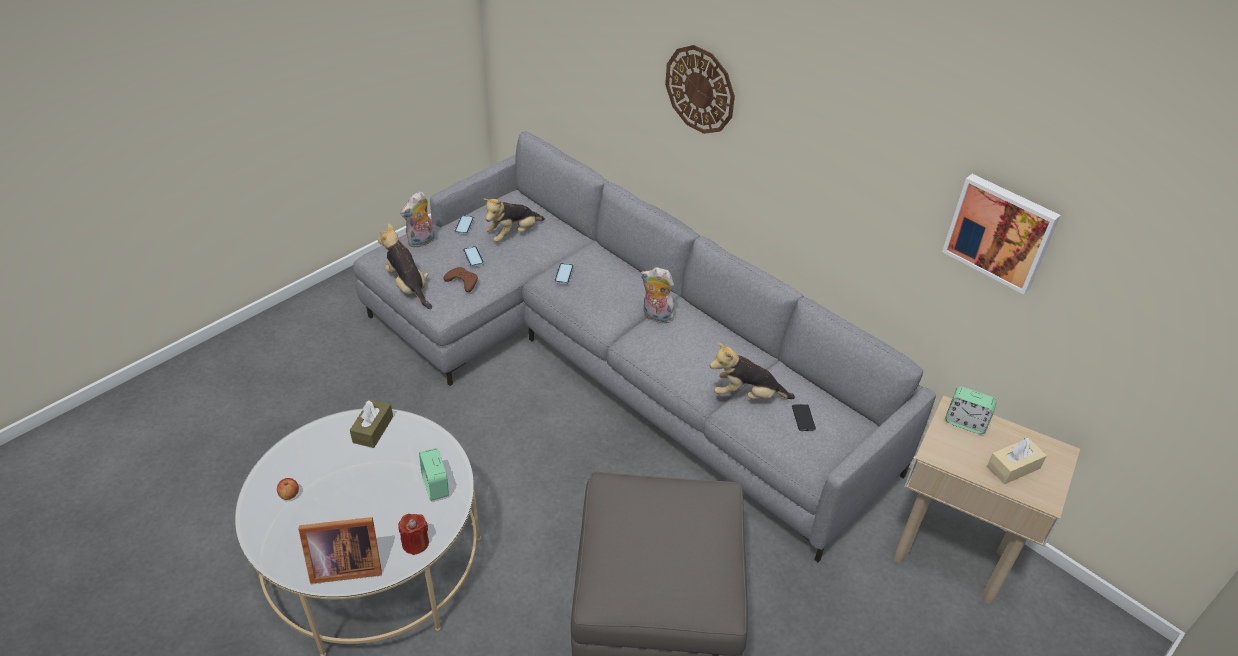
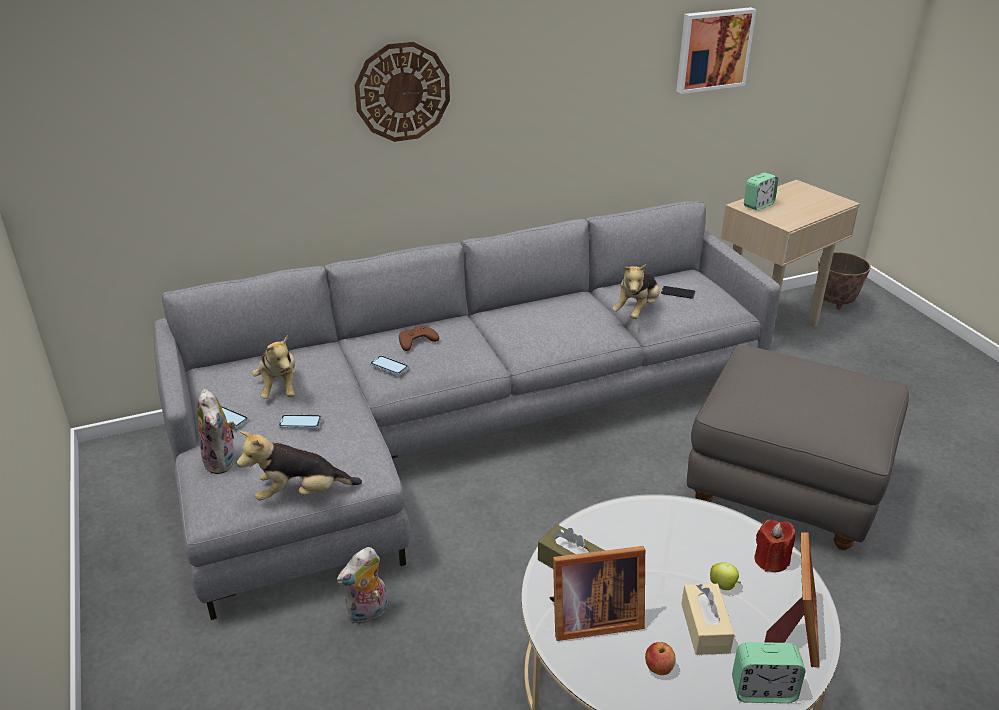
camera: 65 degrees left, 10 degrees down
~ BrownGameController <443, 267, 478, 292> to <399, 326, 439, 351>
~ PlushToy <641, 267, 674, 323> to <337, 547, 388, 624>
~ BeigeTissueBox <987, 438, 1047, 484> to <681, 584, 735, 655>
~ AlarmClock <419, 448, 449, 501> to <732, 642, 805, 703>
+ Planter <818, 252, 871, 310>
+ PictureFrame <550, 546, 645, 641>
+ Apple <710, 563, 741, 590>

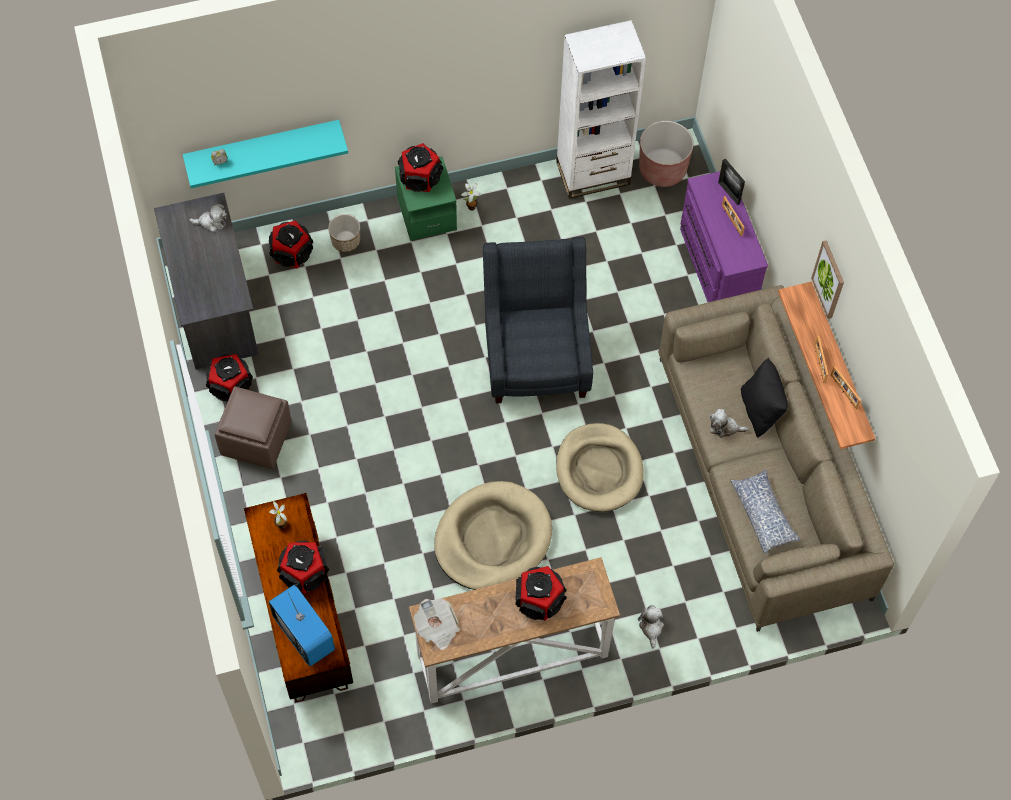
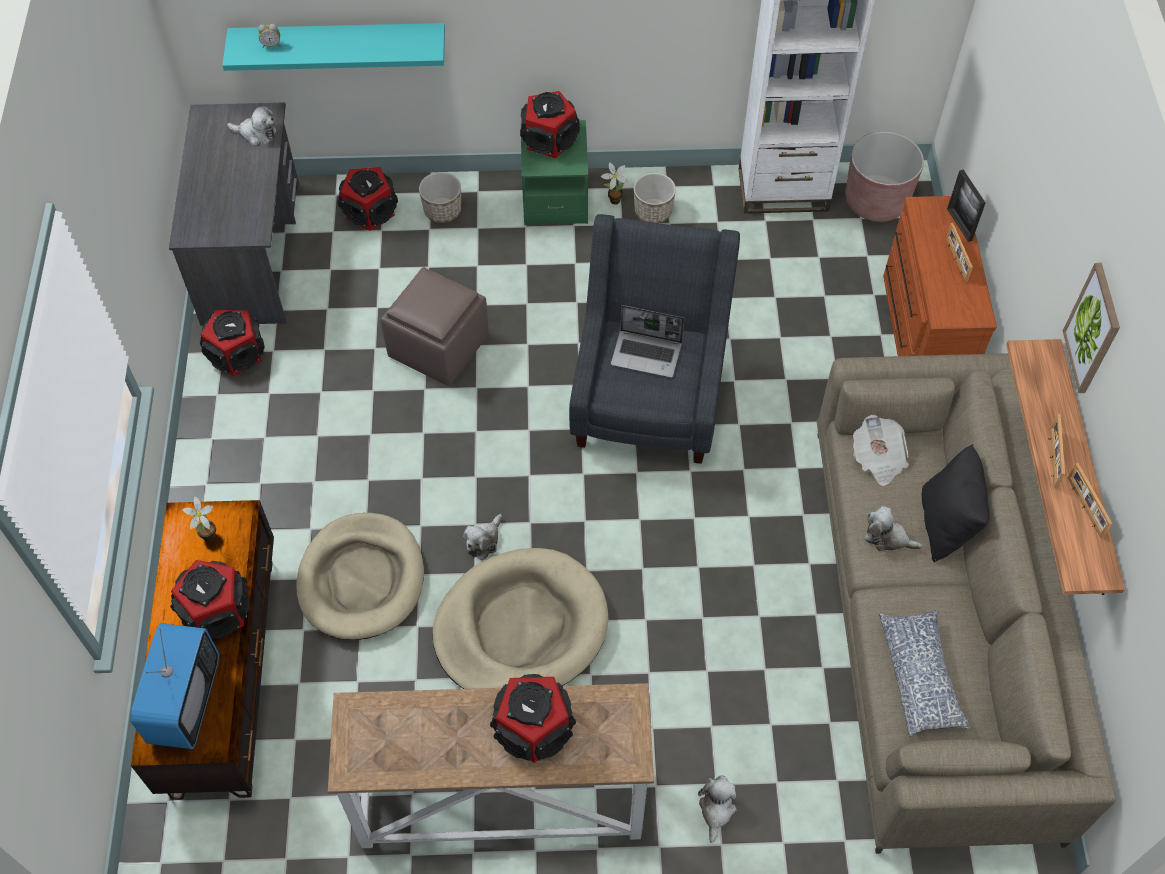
camera: 15 degrees right, 5 degrees down
~ PurpleDresser <680, 171, 768, 302> to BrownDresser <883, 196, 997, 356>
~ BrownOttoman <215, 386, 291, 469> to <380, 267, 489, 386>
~ BeigeDogBed <556, 423, 644, 512> to <296, 513, 424, 640>
~ Television <269, 585, 335, 667> = <131, 623, 219, 749> 150 degrees counterclockwise
~ Newspaper <414, 598, 460, 650> to <853, 415, 909, 486>
+ Planter <634, 173, 676, 223>
+ Laptop <611, 305, 684, 378>
+ PlushToy <463, 514, 502, 560>

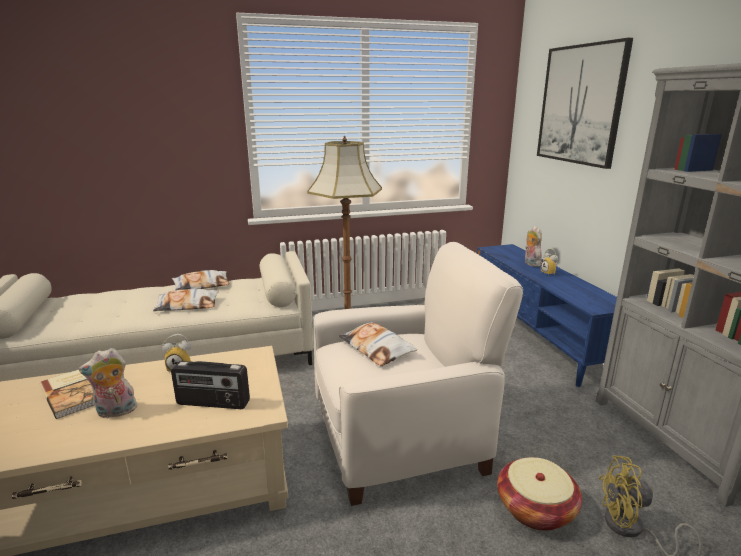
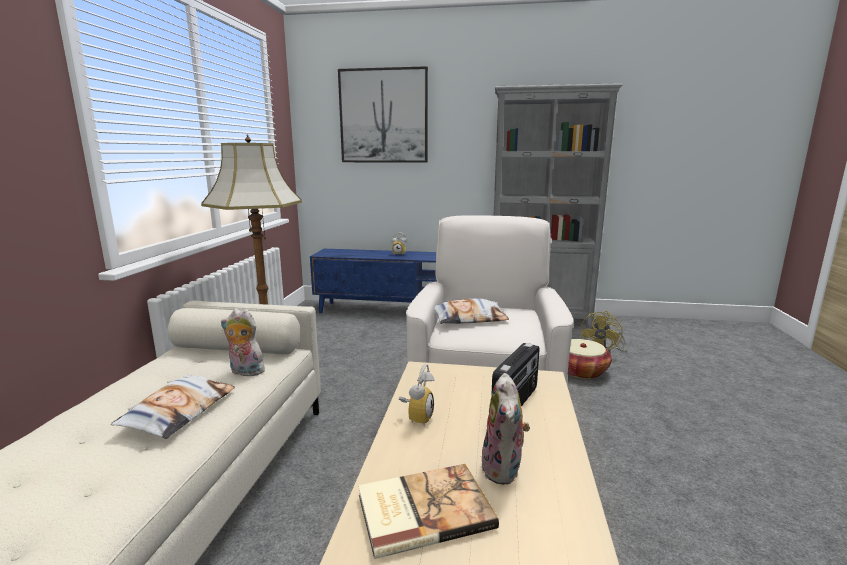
camera: 65 degrees left, 5 degrees down
~ PlushToy <525, 226, 542, 267> to <221, 309, 266, 376>
- Pillow <172, 270, 230, 290>

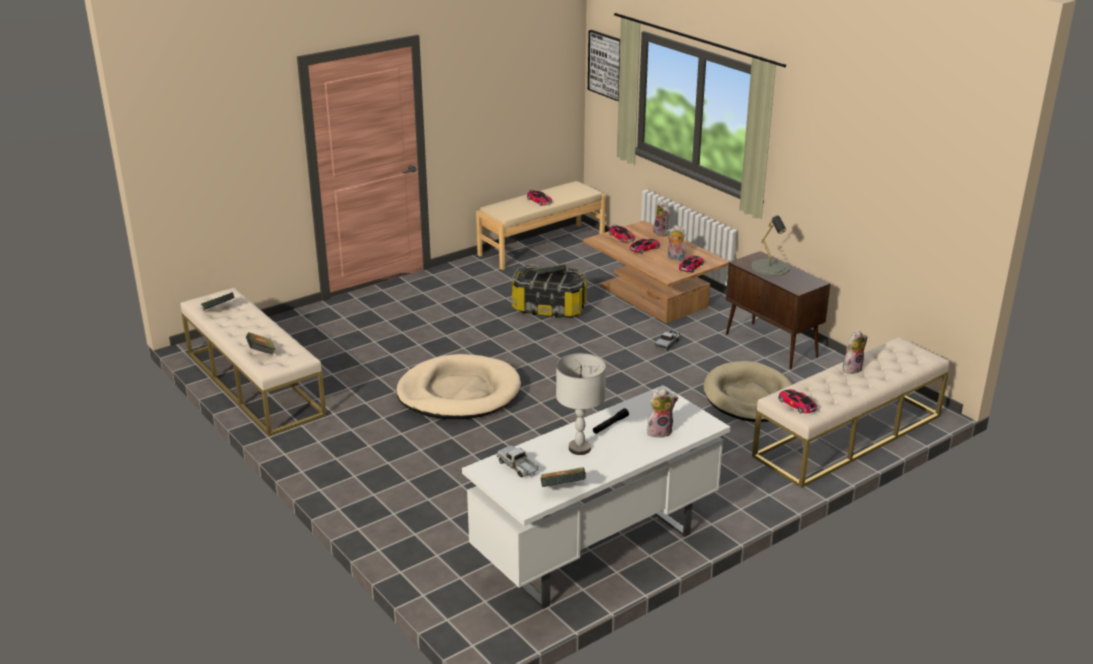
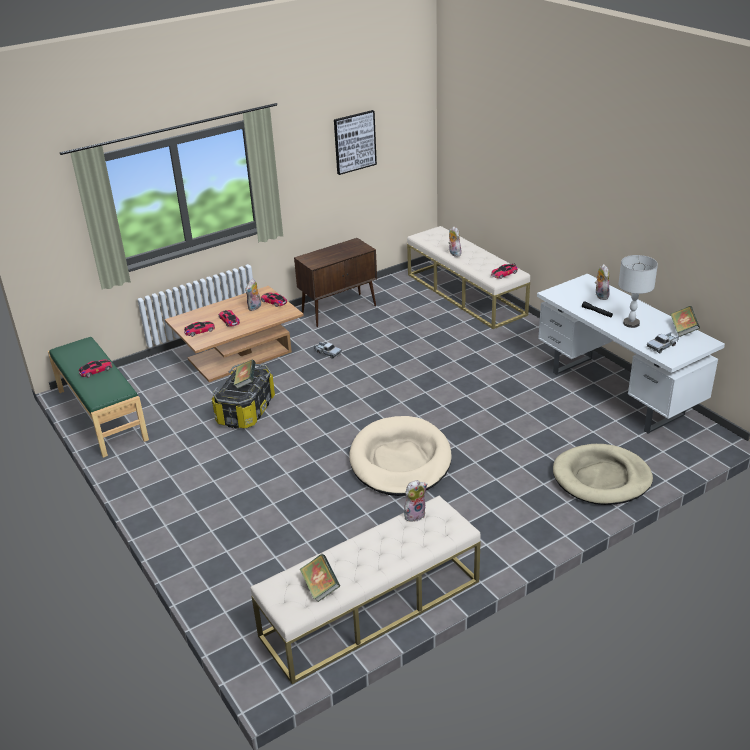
camera: 85 degrees left, 5 degrees up
~ Picture <588, 30, 620, 101> to <334, 110, 377, 175>
~ BeigeBench <476, 181, 606, 270> to GreenBench <48, 337, 149, 458>
~ PlushToy <653, 201, 670, 237> to <404, 480, 428, 522>
- GreyTableLamp <751, 215, 790, 276>
- Book <246, 332, 275, 355>
~ BeigeDogBed <703, 361, 792, 422> to <553, 444, 653, 505>

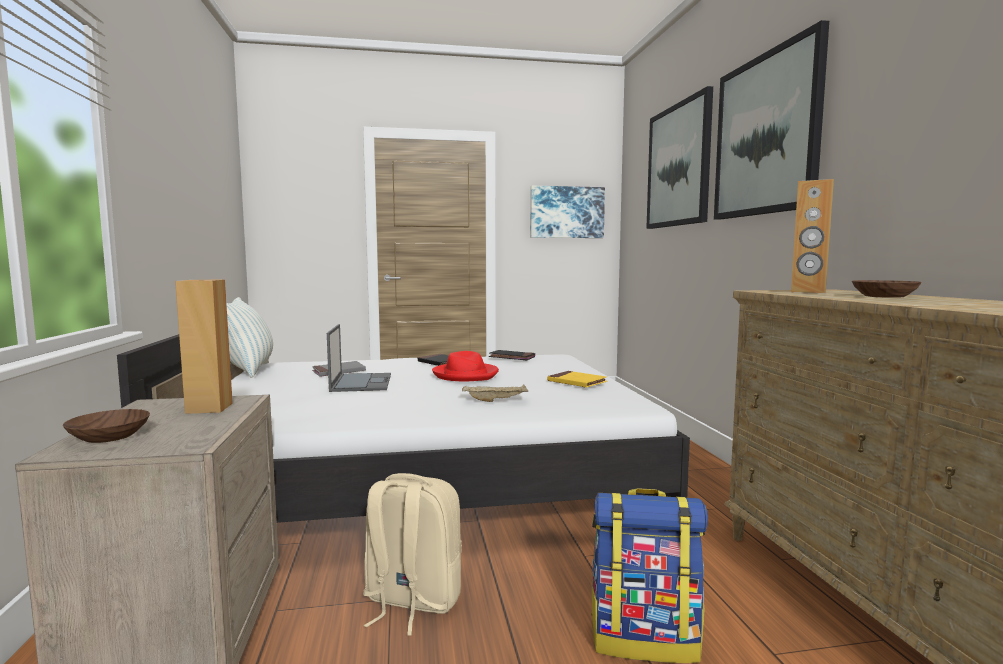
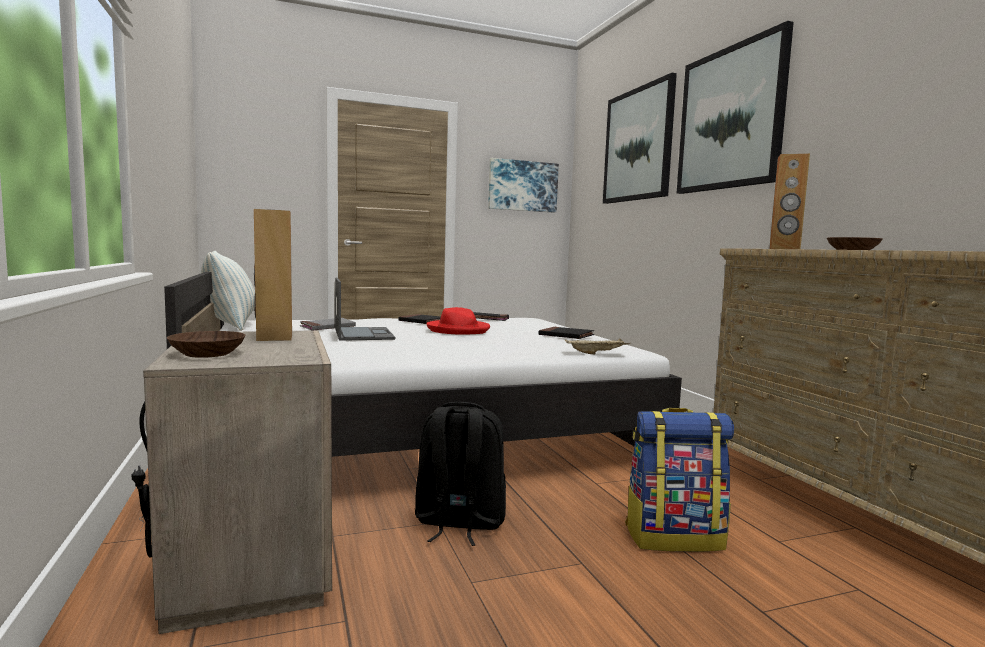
camera: 10 degrees left, 0 degrees up
~ YellowBook <547, 371, 607, 388> to BlackBook <539, 327, 594, 339>
~ BeigeTray <462, 384, 528, 402> to <565, 338, 631, 354>
~ BeigeBackpack <363, 473, 462, 636> to BlackBackpack <415, 402, 506, 546>

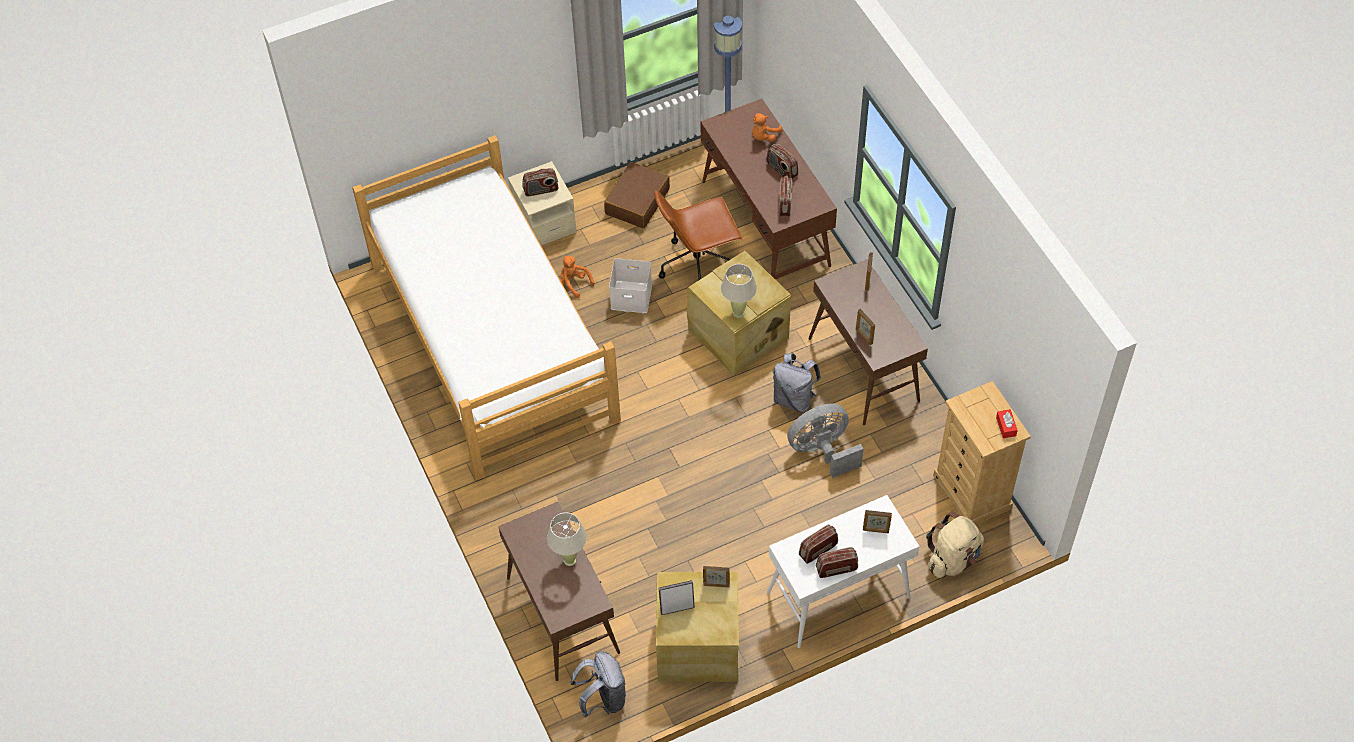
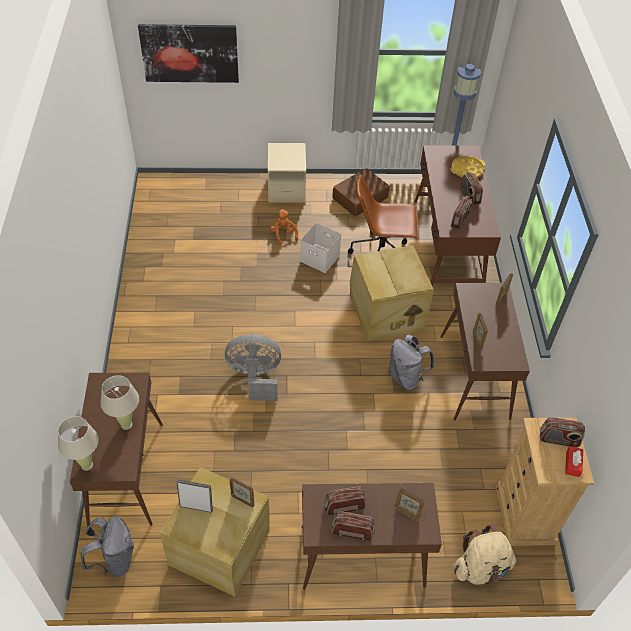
camera: 20 degrees right, 5 degrees down
~ OrangePlushToy <752, 113, 783, 142> to YellowTray <450, 156, 485, 178>
- Bed <352, 135, 621, 480>
~ Radio <522, 168, 558, 196> to <540, 417, 585, 447>
~ BeigeTableLamp <721, 264, 757, 318> to <58, 416, 98, 471>
~ GreyFan <787, 403, 864, 478> to <225, 334, 281, 401>
~ WhiteConsoleTable <767, 495, 920, 648> to BrownConsoleTable <302, 483, 442, 590>
+ Picture <138, 24, 239, 83>

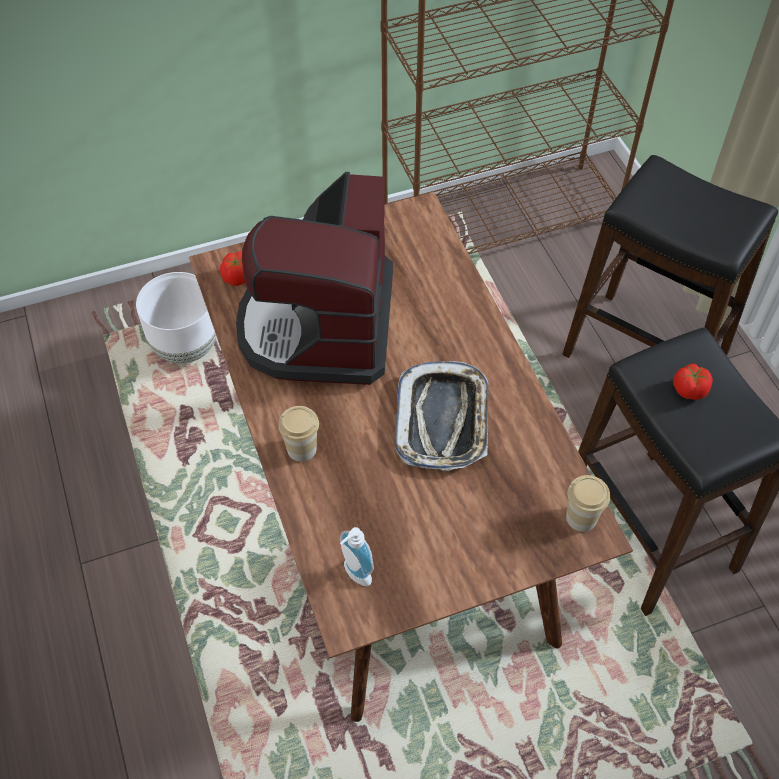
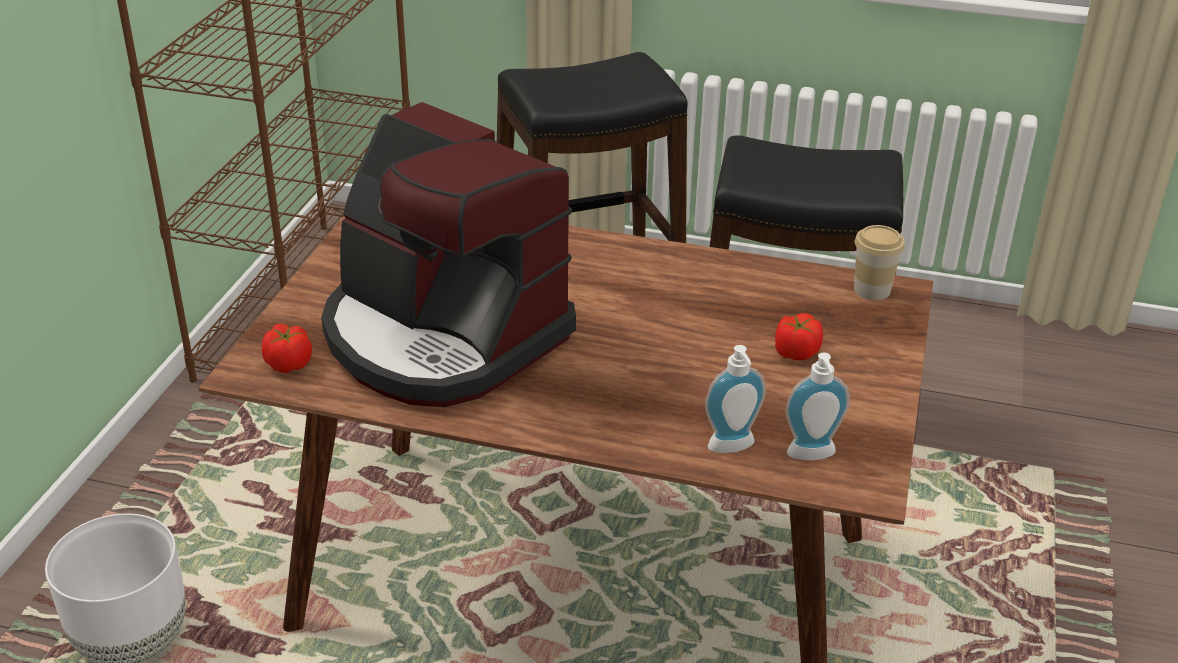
camera: 55 degrees left, 20 degrees down
- Tray <395, 361, 489, 471>
~ Tomato <673, 364, 713, 400> to <775, 313, 823, 360>
- Cup <278, 406, 319, 462>
+ SoapDispenser <705, 345, 766, 453>

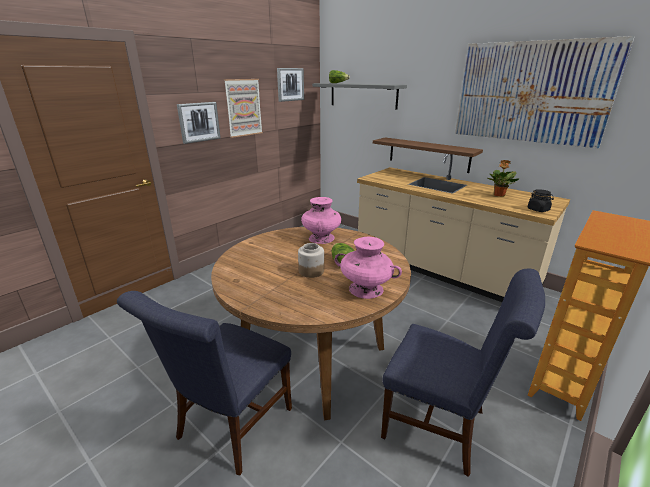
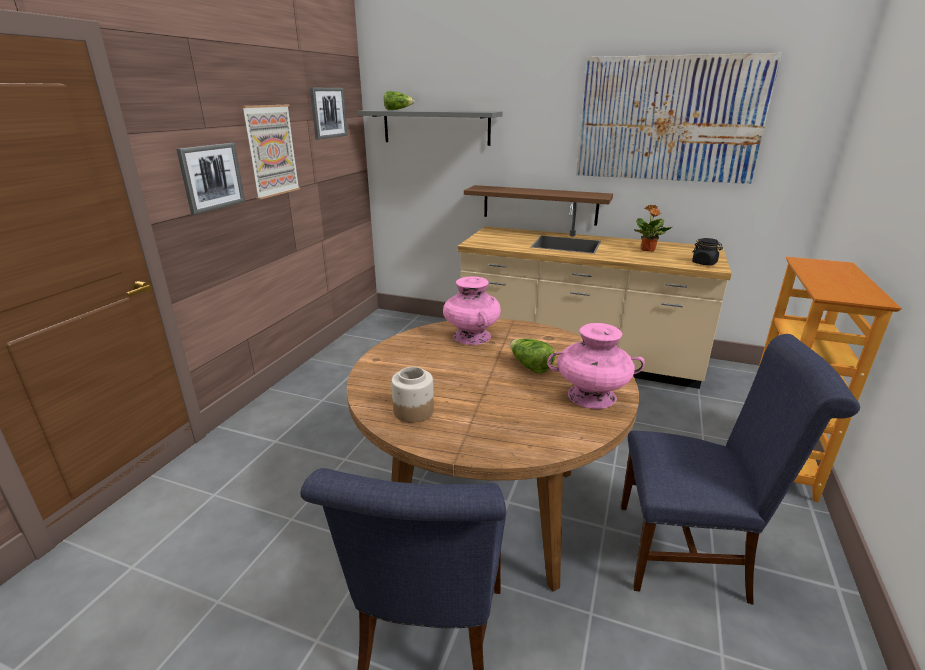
camera: 20 degrees left, 0 degrees up
~ Jar <298, 243, 324, 278> to <391, 367, 434, 423>

